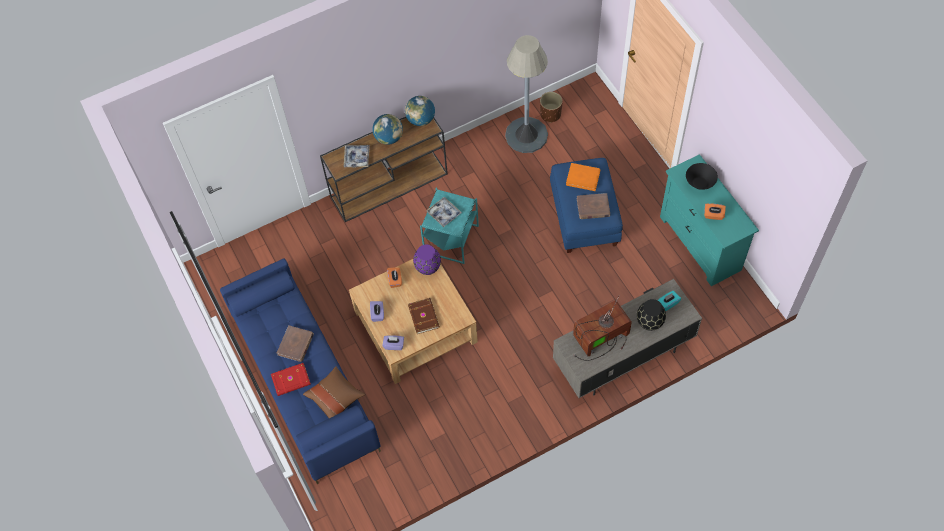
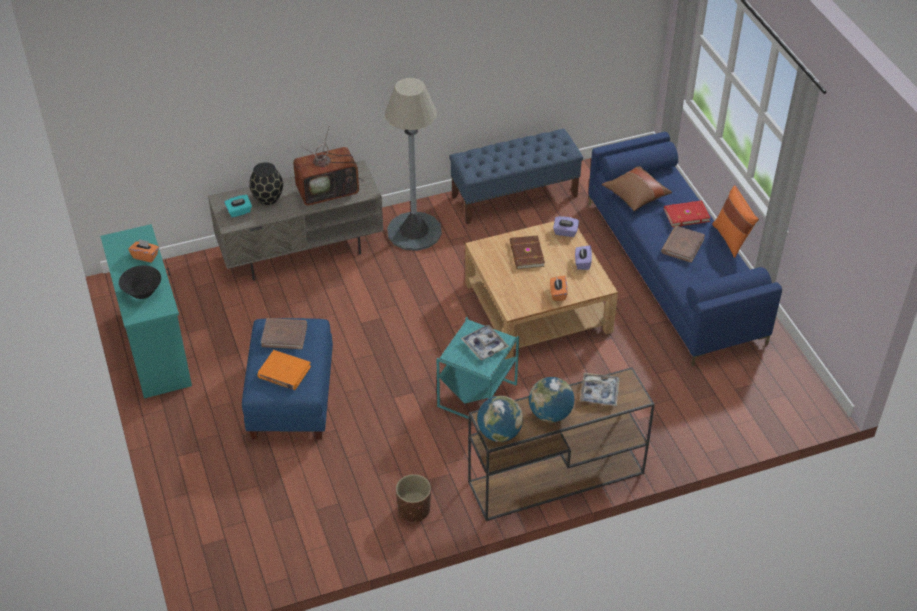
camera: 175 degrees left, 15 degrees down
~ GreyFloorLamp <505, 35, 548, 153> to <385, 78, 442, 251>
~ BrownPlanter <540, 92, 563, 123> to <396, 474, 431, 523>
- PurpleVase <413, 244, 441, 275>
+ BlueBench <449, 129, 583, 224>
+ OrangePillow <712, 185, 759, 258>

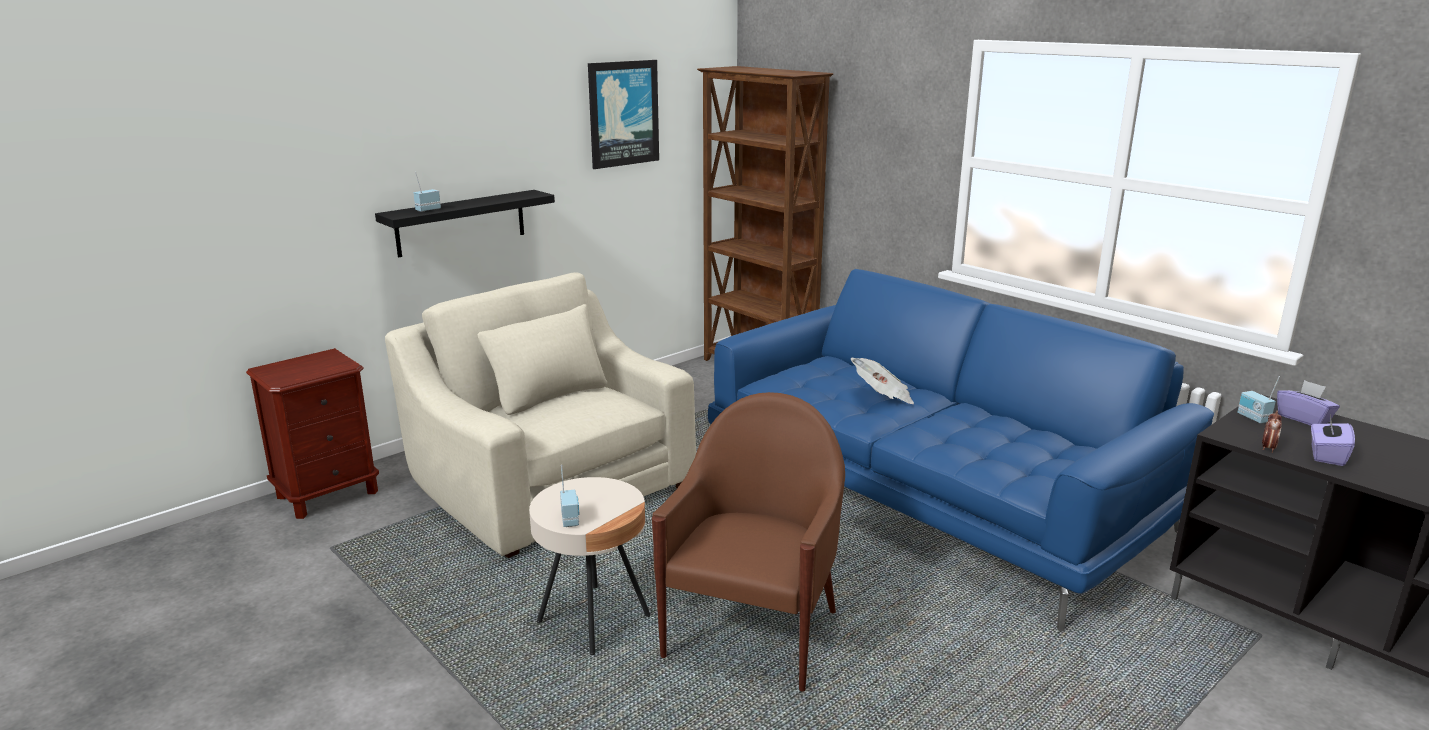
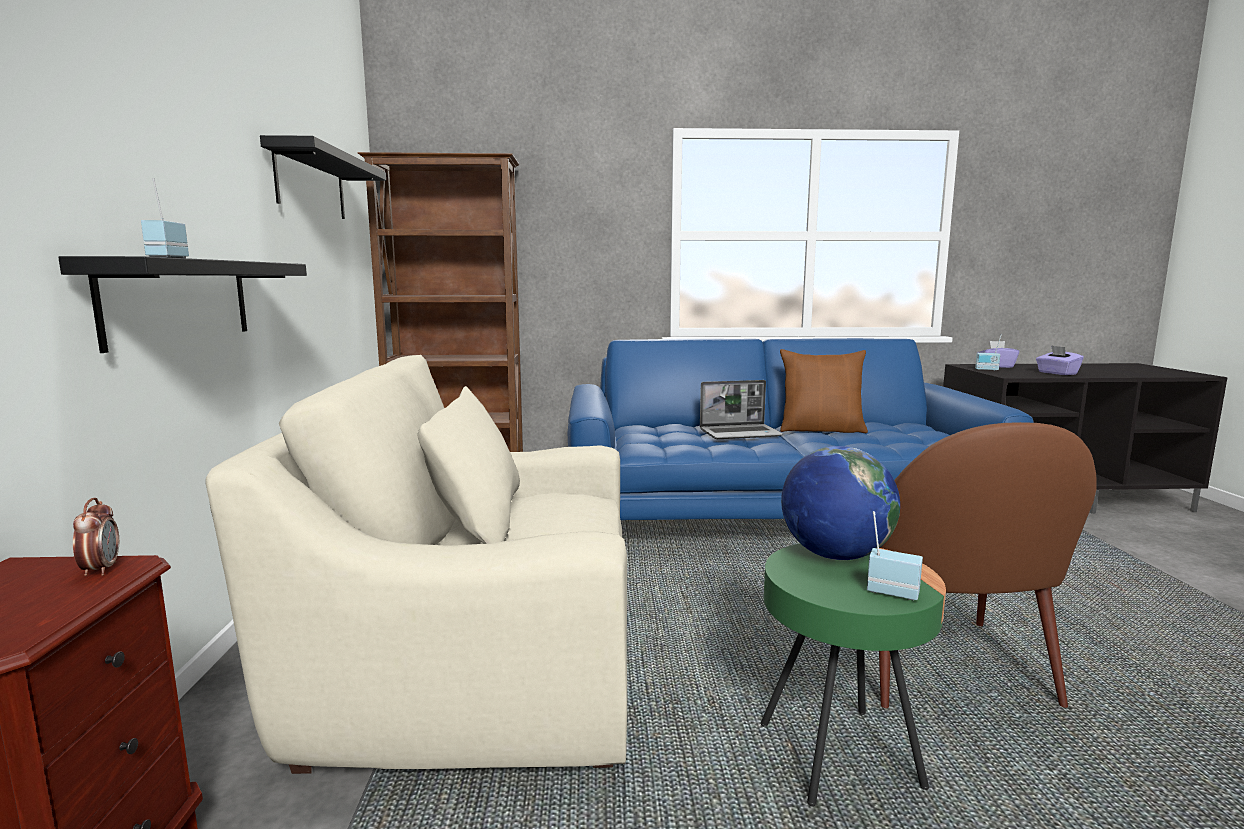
camera: 50 degrees left, 10 degrees down
~ Picture <588, 60, 659, 169> to BlackShelf <260, 135, 386, 219>
~ Newspaper <851, 357, 914, 404> to Laptop <700, 380, 783, 439>
~ BrownArmchair <652, 392, 845, 692> = <879, 422, 1096, 708> 150 degrees counterclockwise
~ AlarmClock <1262, 410, 1282, 453> to <73, 498, 119, 576>
~ BeigeSideTable <529, 477, 651, 655> to GreenSideTable <761, 544, 946, 806>
+ BrownPillow <780, 349, 868, 433>
+ Globe <781, 446, 900, 560>

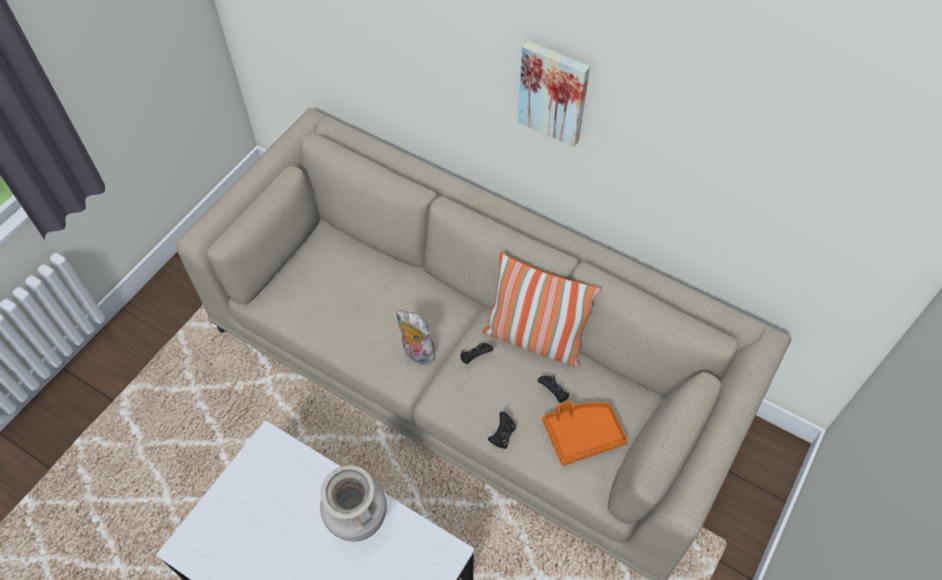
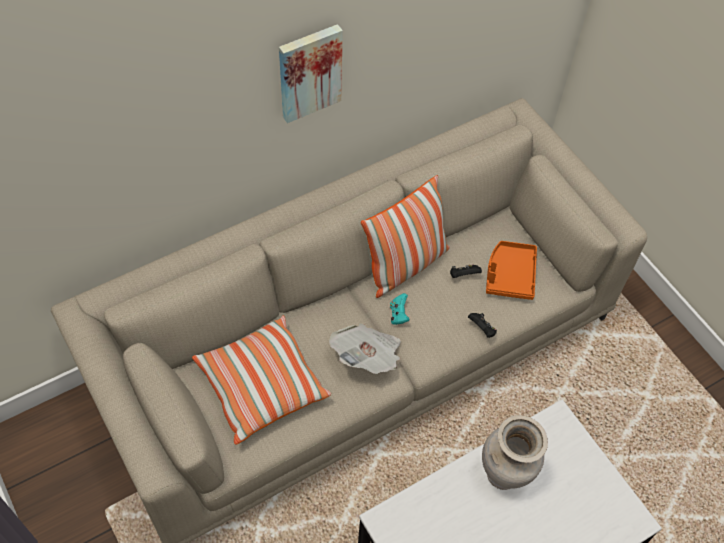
camera: 65 degrees left, 0 degrees up
~ PlushToy <396, 310, 440, 365> to Newspaper <329, 323, 401, 374>
~ BlackGameController <460, 343, 493, 364> to TurquoiseGameController <390, 293, 410, 325>
+ Pillow <192, 316, 331, 445>

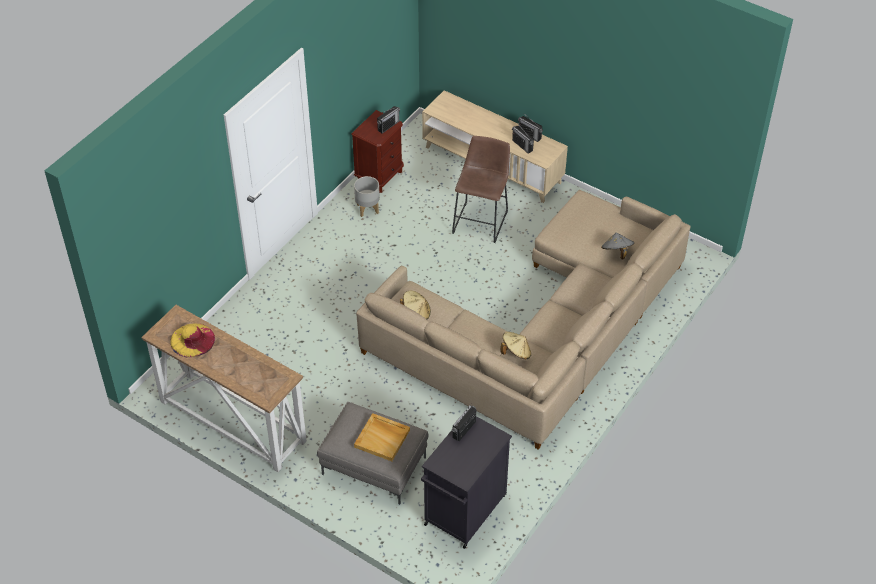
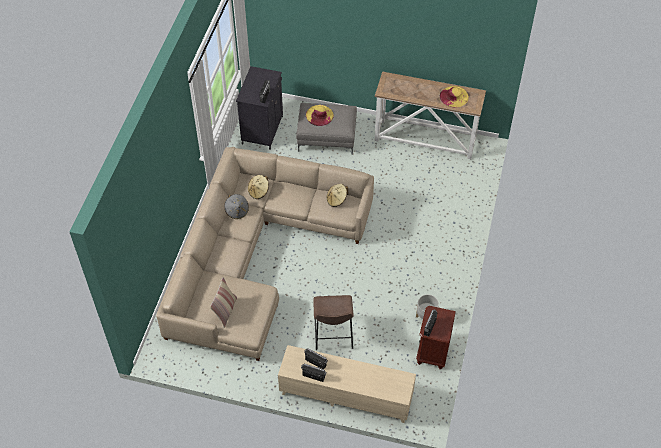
camera: 160 degrees right, 5 degrees up
~ GreyHat <601, 233, 634, 260> to <225, 194, 249, 219>
~ BeigeTray <354, 413, 410, 462> to YellowHat <306, 105, 334, 126>
+ Pillow <210, 277, 237, 328>

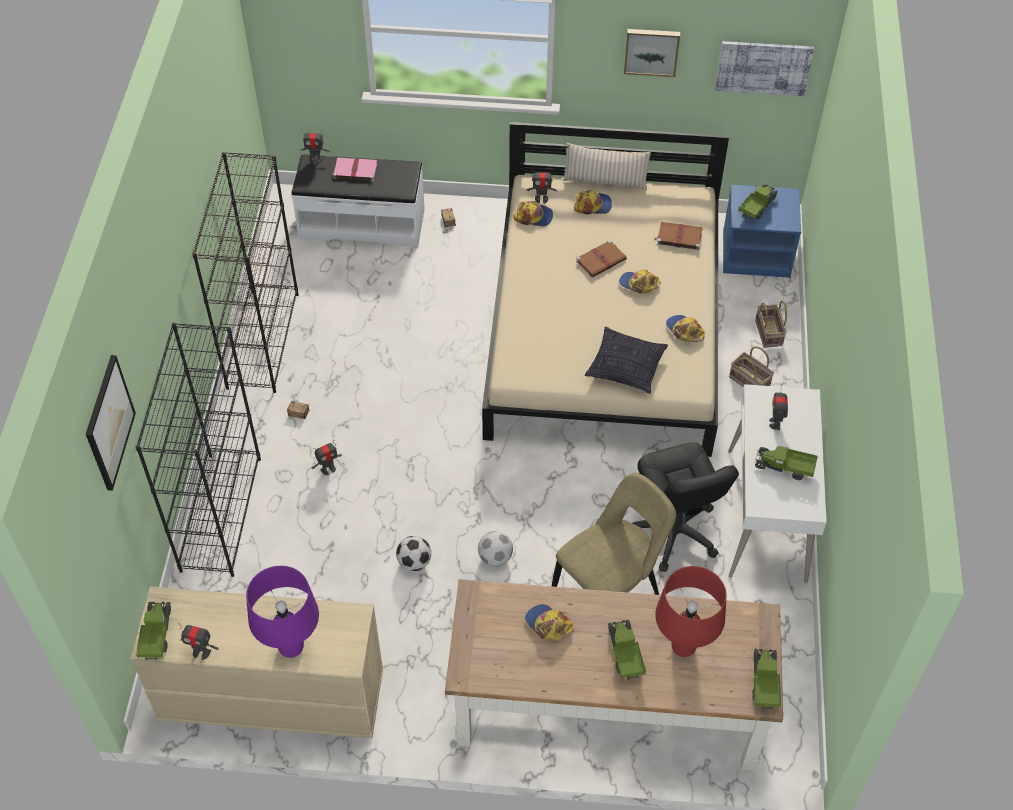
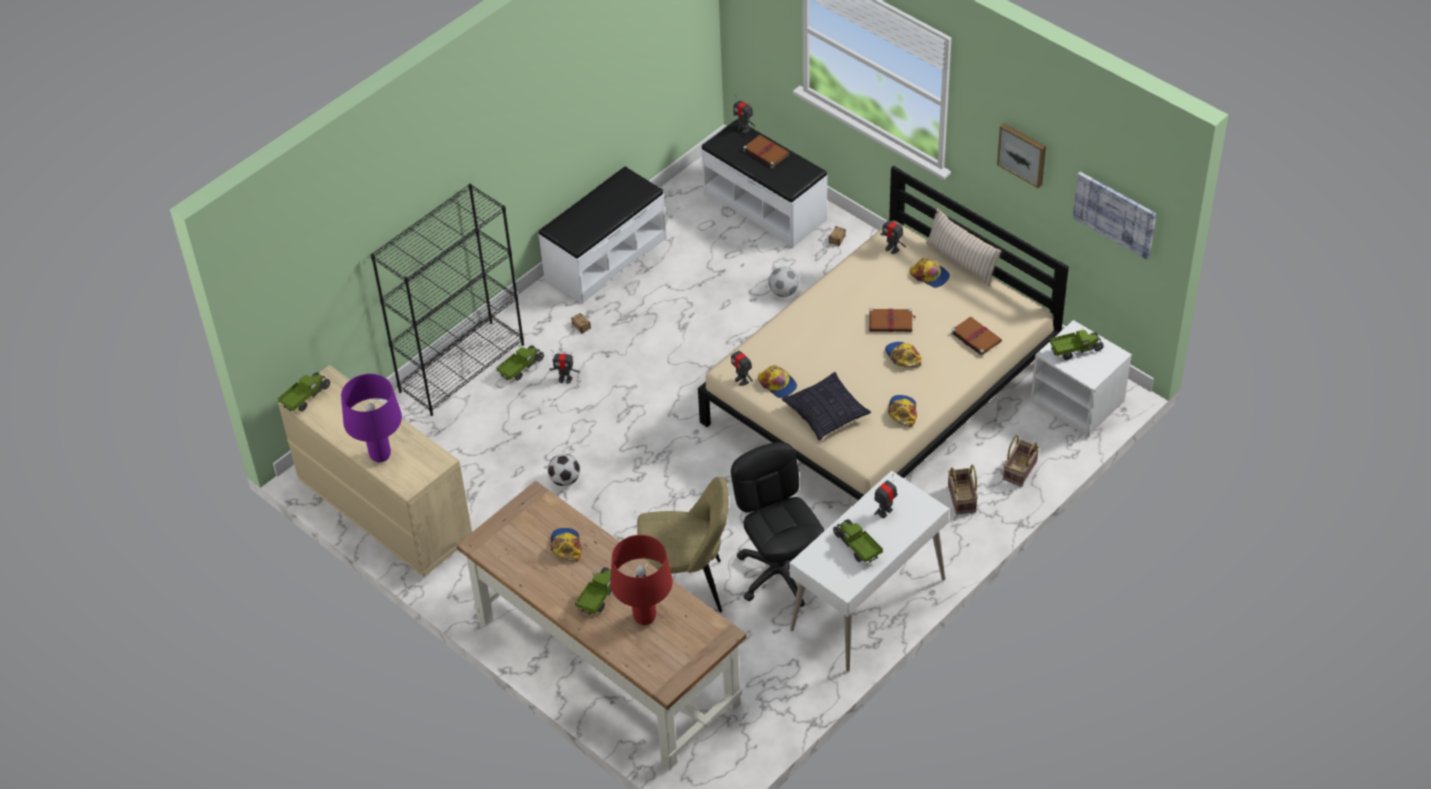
camera: 40 degrees right, 5 degrees down
~ BlackBookcase <192, 152, 299, 393> to WhiteBench <538, 167, 667, 304>
~ PinkBook <331, 157, 377, 182> to BrownBook <743, 135, 790, 168>
~ BlueNightstand <723, 185, 801, 278> to WhiteNightstand <1031, 320, 1132, 437>
~ Cap <513, 201, 553, 227> to <758, 365, 797, 398>
- Picture <86, 355, 136, 491>
~ BlackOfficeChair <633, 442, 739, 572> = <731, 442, 824, 607> 135 degrees clockwise
~ Football <478, 531, 513, 567> to <769, 267, 799, 297>
~ ToyRobot <178, 623, 219, 660> to <731, 344, 753, 386>
~ ToyTruck <752, 649, 781, 710> to <496, 345, 545, 381>

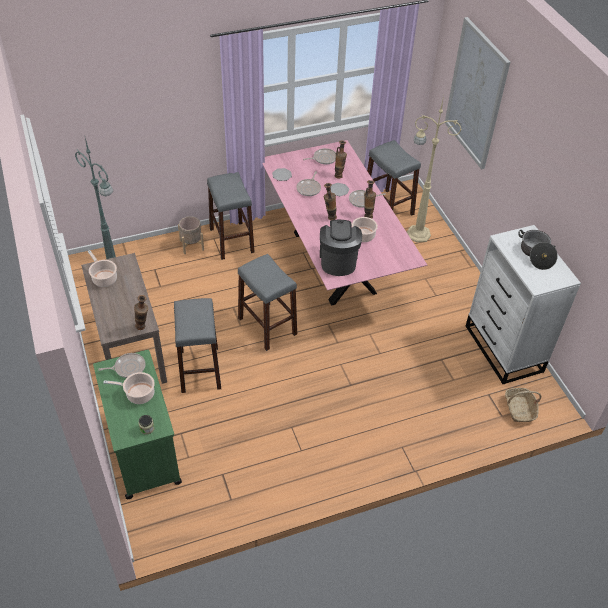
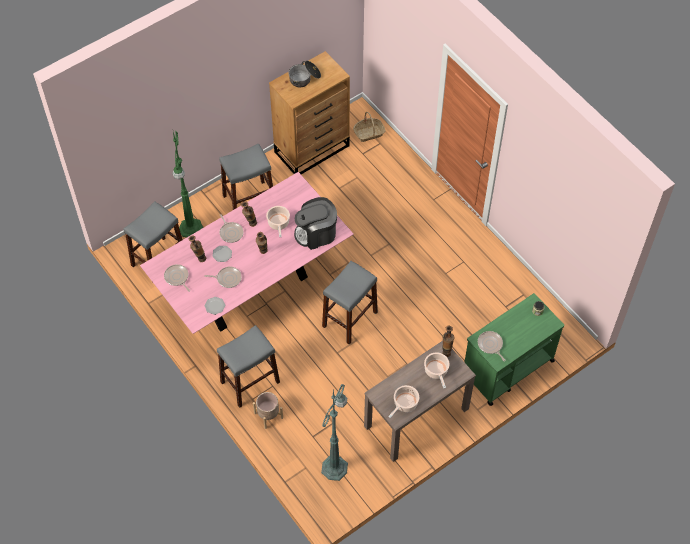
camera: 105 degrees left, 10 degrees up
- Picture <445, 17, 510, 169>
~ BeigeFloorLamp <407, 96, 462, 242> to GreenFloorLamp <173, 131, 203, 238>
~ WhiteDresser <466, 225, 581, 384> to BrownDresser <269, 51, 350, 174>
~ GreyStool <174, 298, 221, 393> to <219, 144, 273, 210>
~ CookingPot <103, 372, 155, 404> to <424, 352, 450, 389>

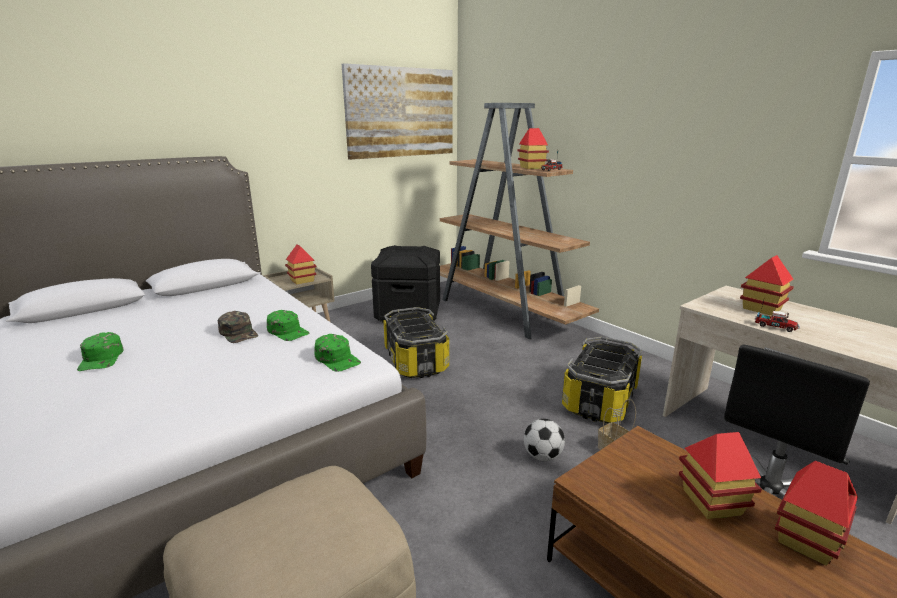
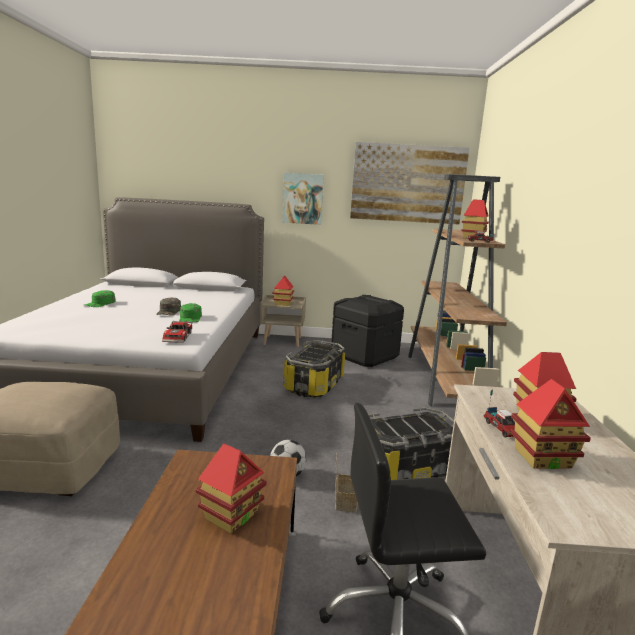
camera: 40 degrees right, 5 degrees down
~ GreenCap <314, 334, 361, 372> to ToyCar <162, 321, 193, 343>
~ ToyHouse <774, 461, 858, 566> to <511, 379, 591, 469>
+ Picture <283, 173, 324, 225>

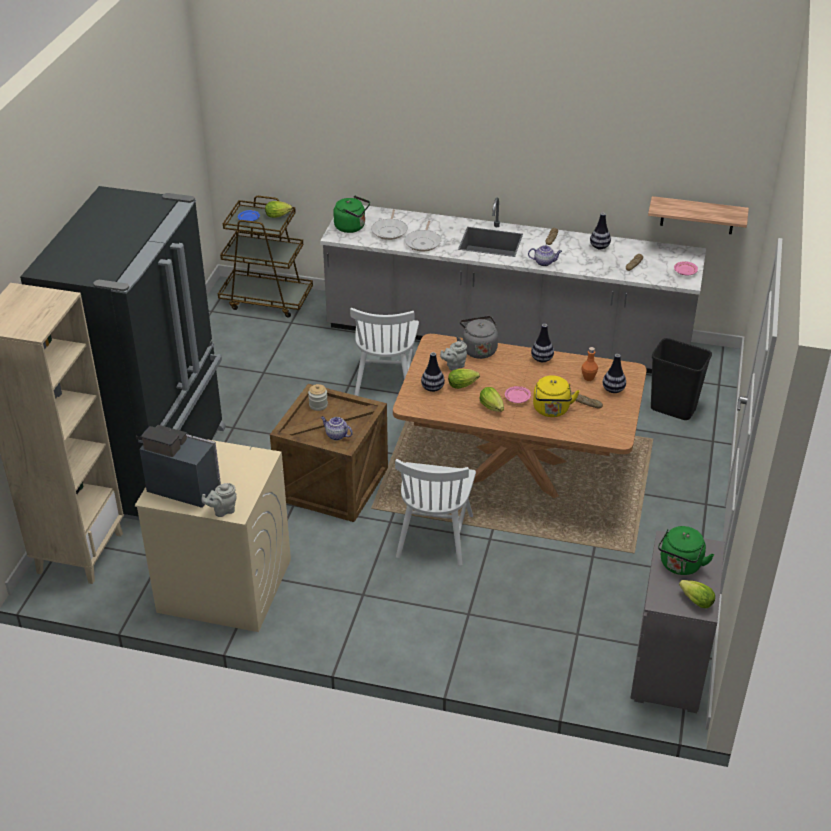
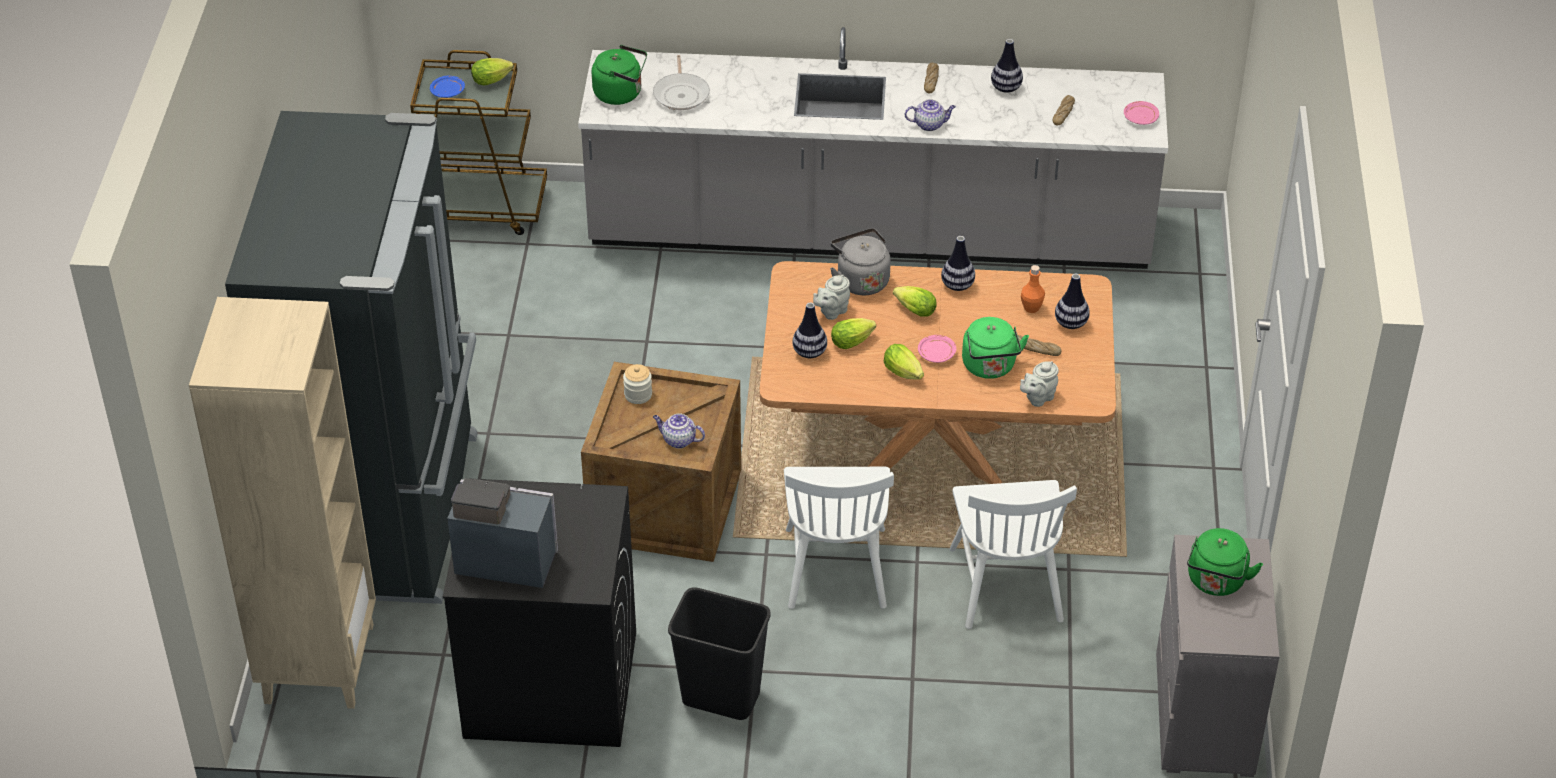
camera: 10 degrees left, 5 degrees up
- Shelf <648, 196, 749, 234>
- FryingPan <405, 220, 441, 252>
~ WhiteChair <350, 308, 419, 396> to <949, 480, 1077, 629>
~ BlackTrashCan <651, 338, 712, 420> to <668, 587, 771, 720>
~ YellowKettle <533, 375, 580, 417> to GreenKettle <962, 317, 1029, 379>
~ BeigeWashingMachine <135, 439, 291, 632> to BlackWashingMachine <443, 478, 636, 747>
~ GreyTeapot <202, 483, 236, 517> to <1020, 361, 1059, 407>
~ Lettuce <679, 580, 715, 608> to <893, 286, 937, 317>

